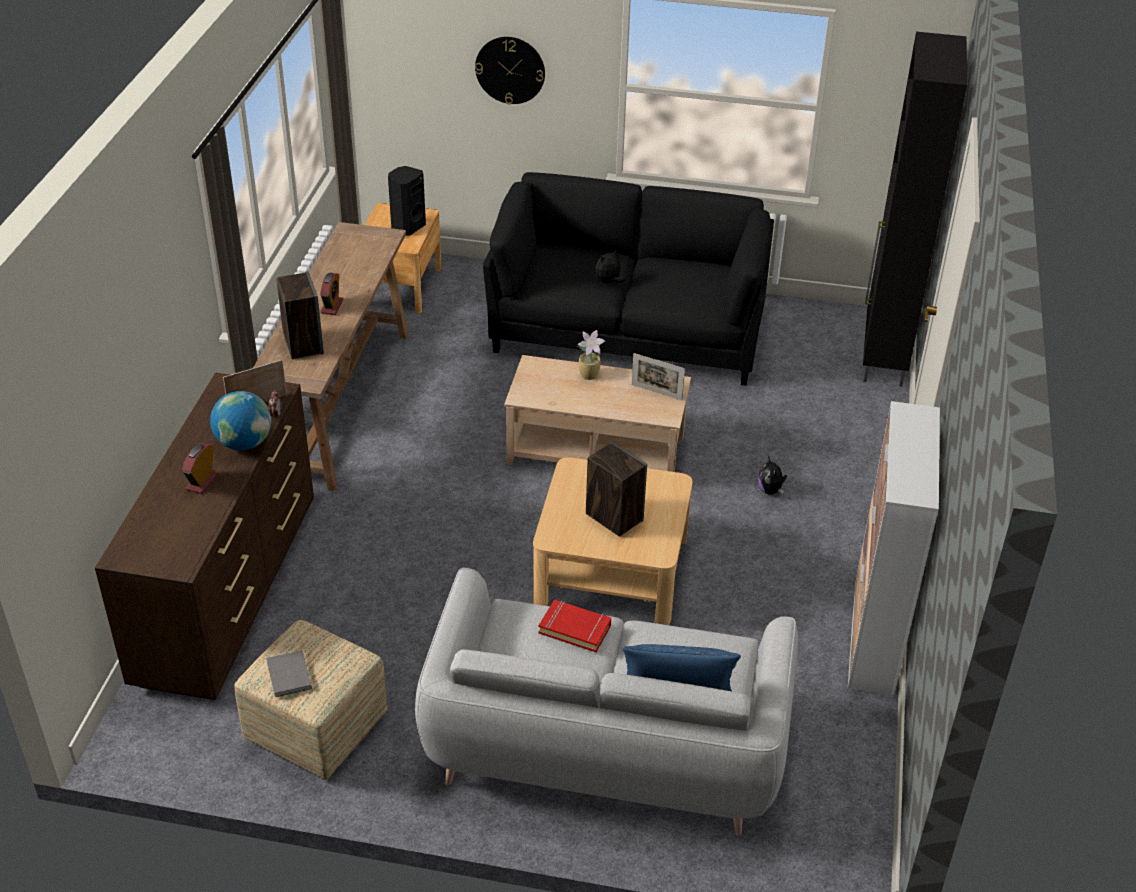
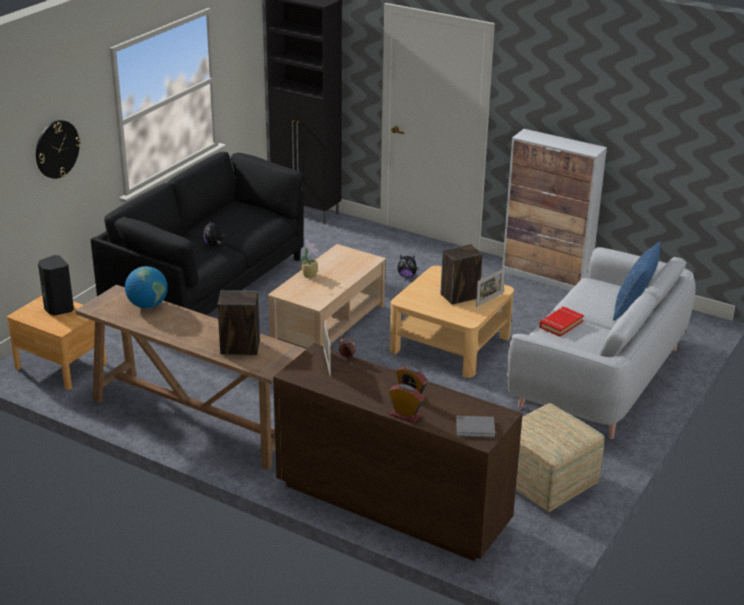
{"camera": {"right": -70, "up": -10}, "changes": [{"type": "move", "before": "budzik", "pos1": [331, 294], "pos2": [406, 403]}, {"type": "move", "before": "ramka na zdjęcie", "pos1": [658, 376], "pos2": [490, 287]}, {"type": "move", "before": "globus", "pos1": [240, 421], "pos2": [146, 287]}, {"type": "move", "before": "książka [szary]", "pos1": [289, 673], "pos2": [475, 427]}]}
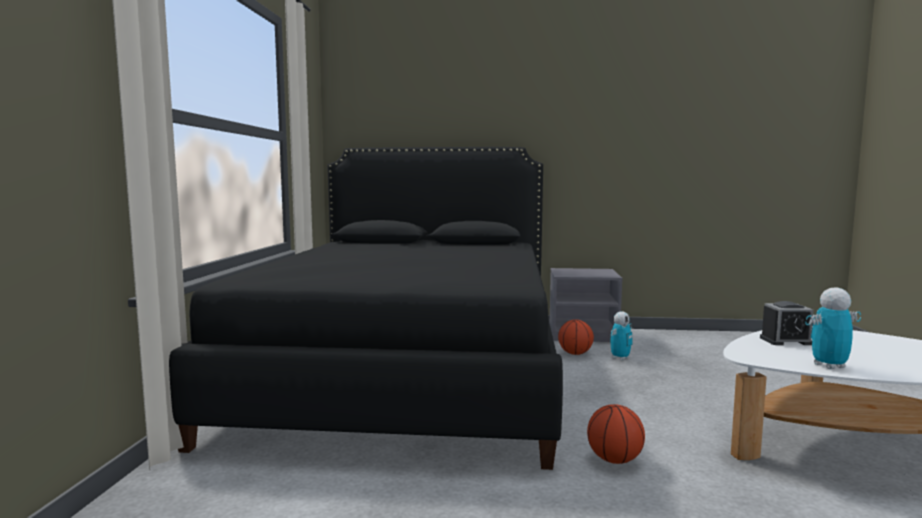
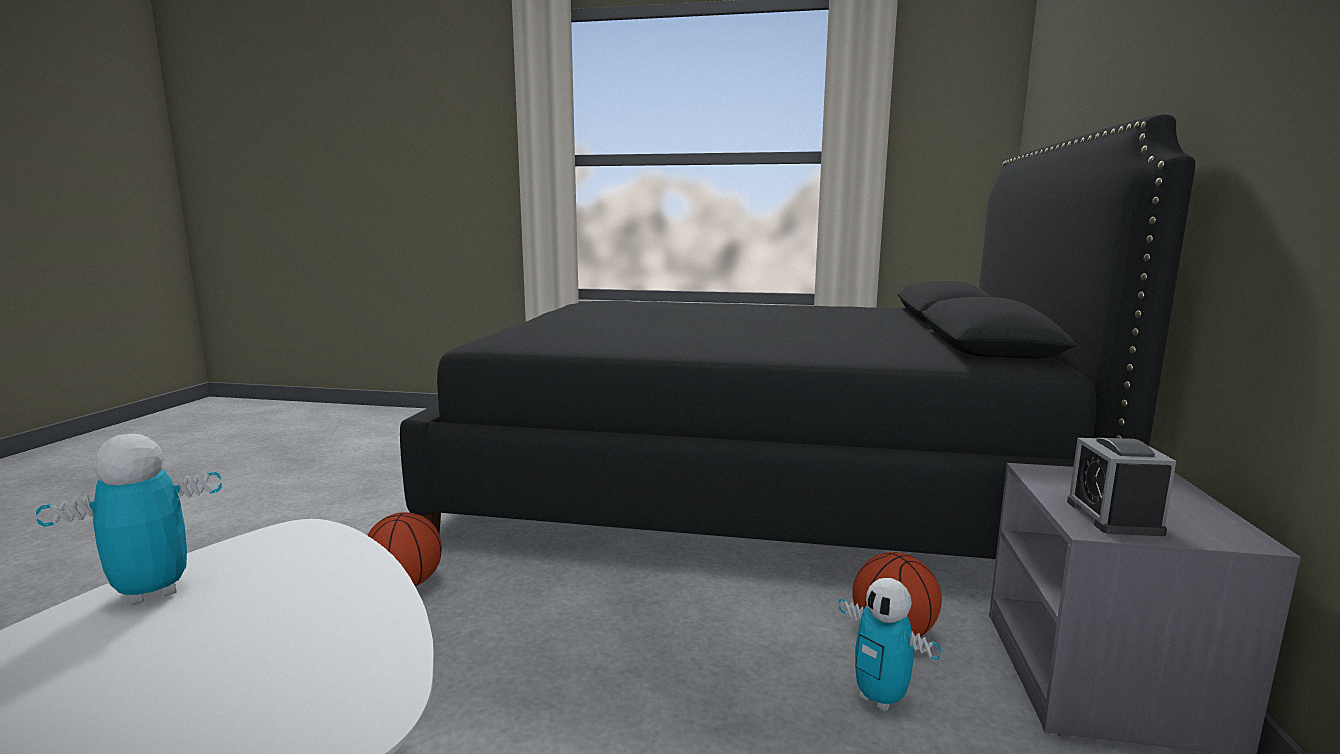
{"camera": {"right": 95, "up": 5}, "changes": [{"type": "rotate", "before": "robot zabawkowy", "pos1": [833, 328], "pos2": [129, 519], "turn": -120}, {"type": "move", "before": "budzik", "pos1": [786, 323], "pos2": [1121, 487]}]}
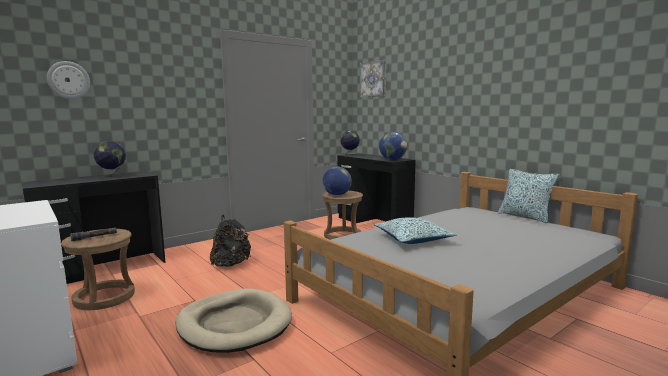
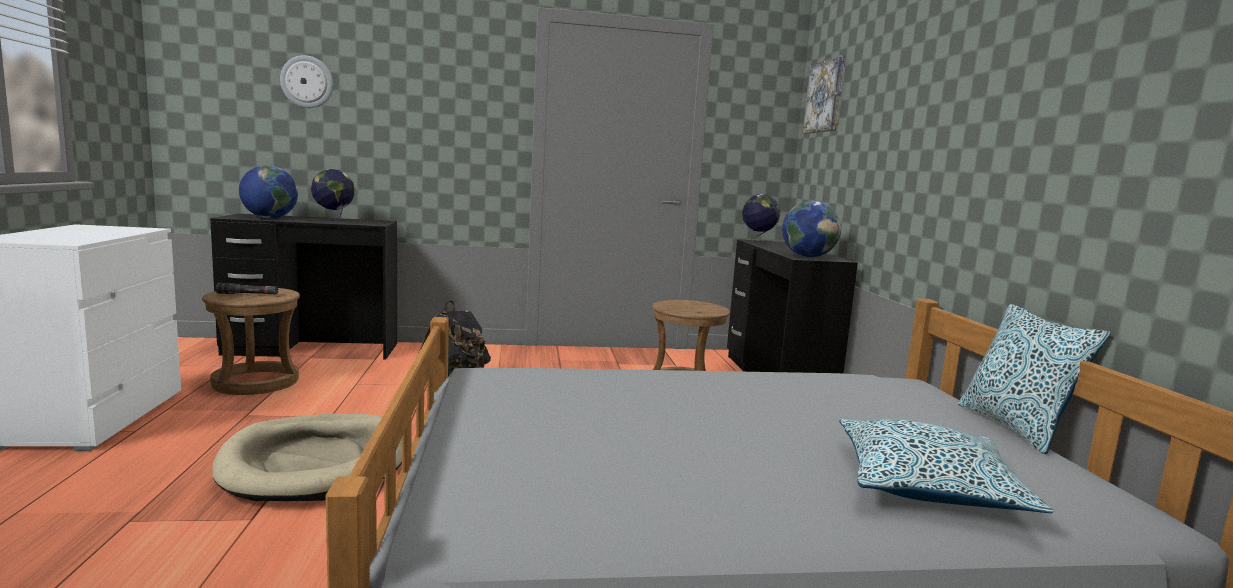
{"camera": {"right": 30, "up": 0}, "changes": [{"type": "move", "before": "globus", "pos1": [337, 181], "pos2": [268, 191]}, {"type": "move", "before": "poduszka", "pos1": [415, 231], "pos2": [946, 466]}]}
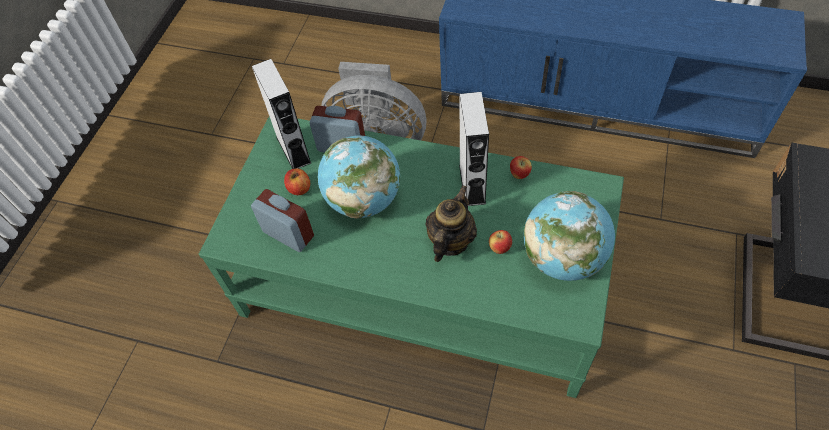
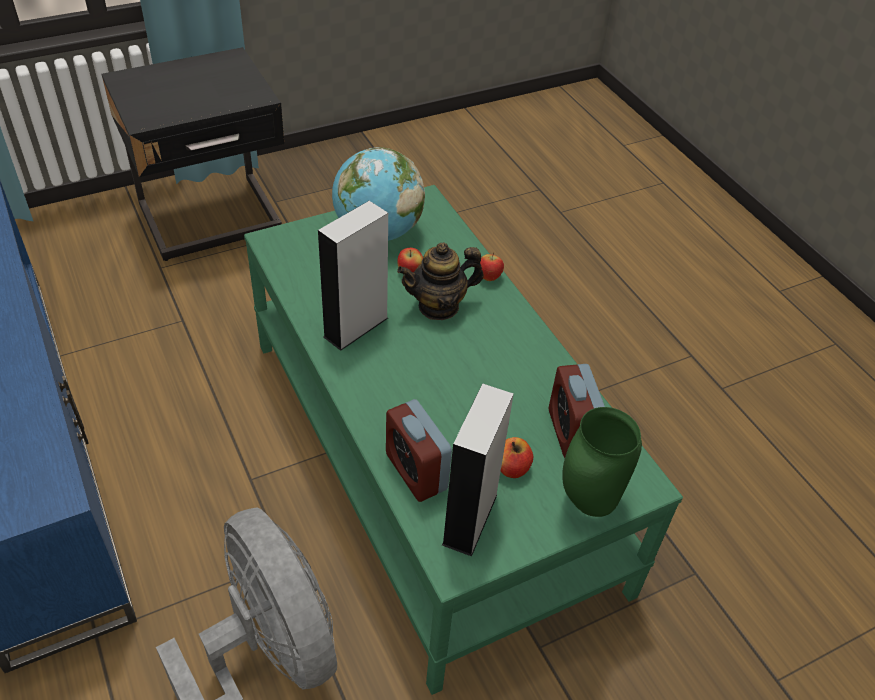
{"camera": {"right": -140, "up": -10}, "changes": [{"type": "delete", "before": "globus", "pos1": [358, 177]}, {"type": "move", "before": "jabłko", "pos1": [521, 167], "pos2": [492, 266]}, {"type": "insert", "after": "wazon [zielony]", "pos2": [602, 462]}]}
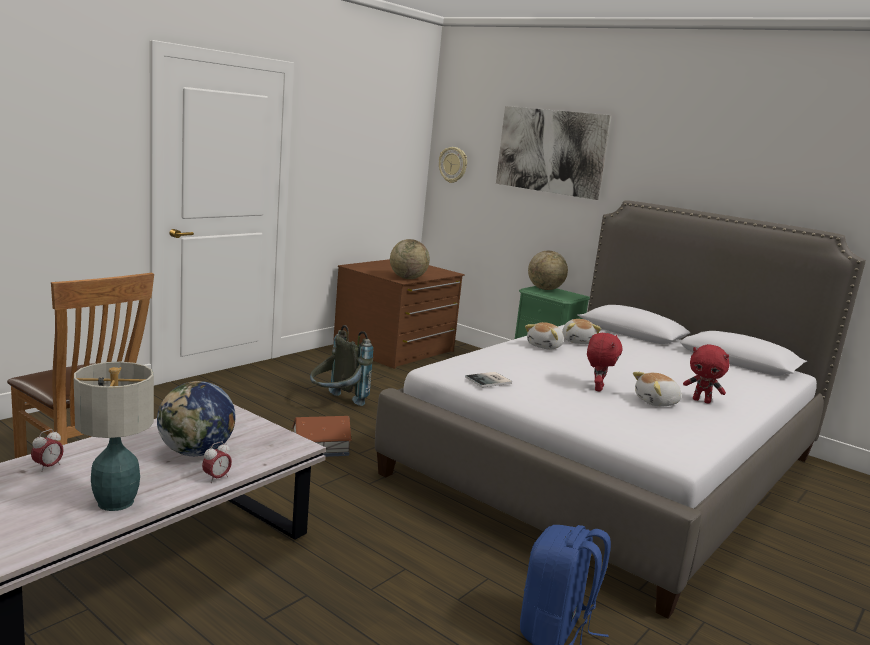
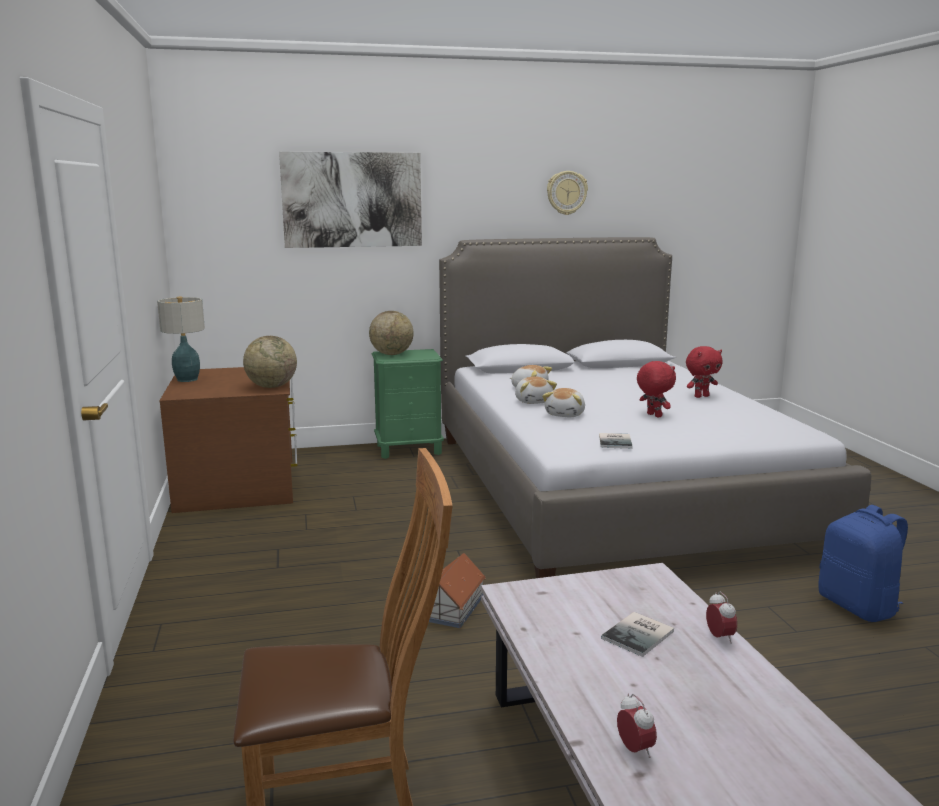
{"camera": {"right": -50, "up": 0}, "changes": [{"type": "move", "before": "zegar ścienny", "pos1": [453, 165], "pos2": [567, 193]}, {"type": "delete", "before": "plecak [szary]", "pos1": [341, 365]}, {"type": "move", "before": "lampa stołowa", "pos1": [114, 436], "pos2": [181, 339]}, {"type": "move", "before": "pluszak", "pos1": [657, 389], "pos2": [563, 402]}, {"type": "replace", "before": "globus", "after": "książka", "pos1": [196, 418], "pos2": [637, 634]}]}
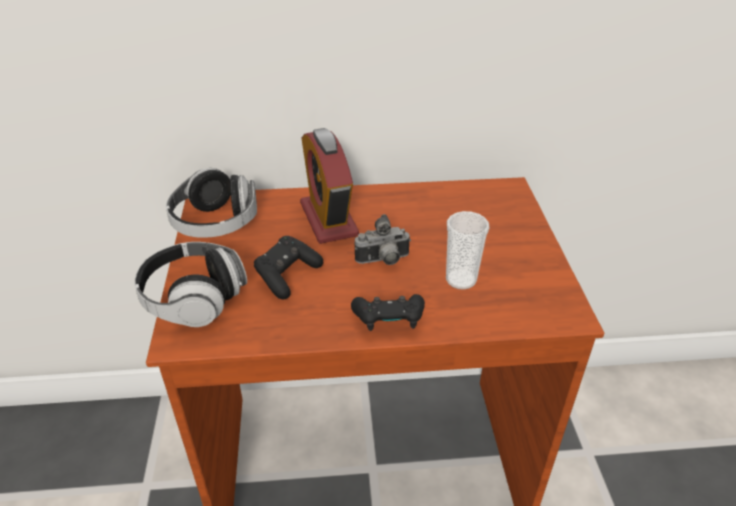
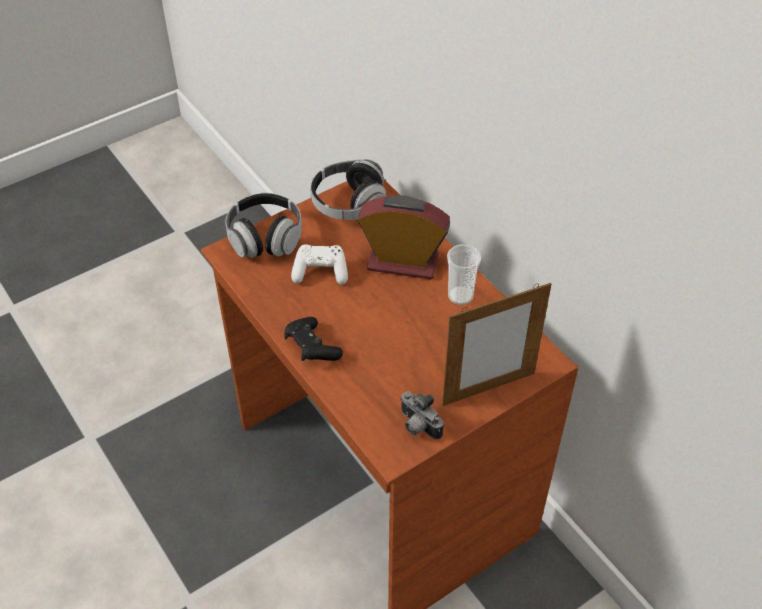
{"camera": {"right": 60, "up": 10}, "changes": [{"type": "rotate", "before": "budzik", "pos1": [329, 186], "pos2": [404, 237], "turn": 60}, {"type": "move", "before": "filiżanka", "pos1": [467, 250], "pos2": [464, 274]}, {"type": "move", "before": "aparat fotograficzny", "pos1": [383, 239], "pos2": [422, 415]}, {"type": "recolor", "before": "pad do gier [czarny]", "after": "pad do gier [biały]", "pos1": [288, 267], "pos2": [319, 264]}, {"type": "insert", "after": "ramka na zdjęcie", "pos2": [496, 344]}]}
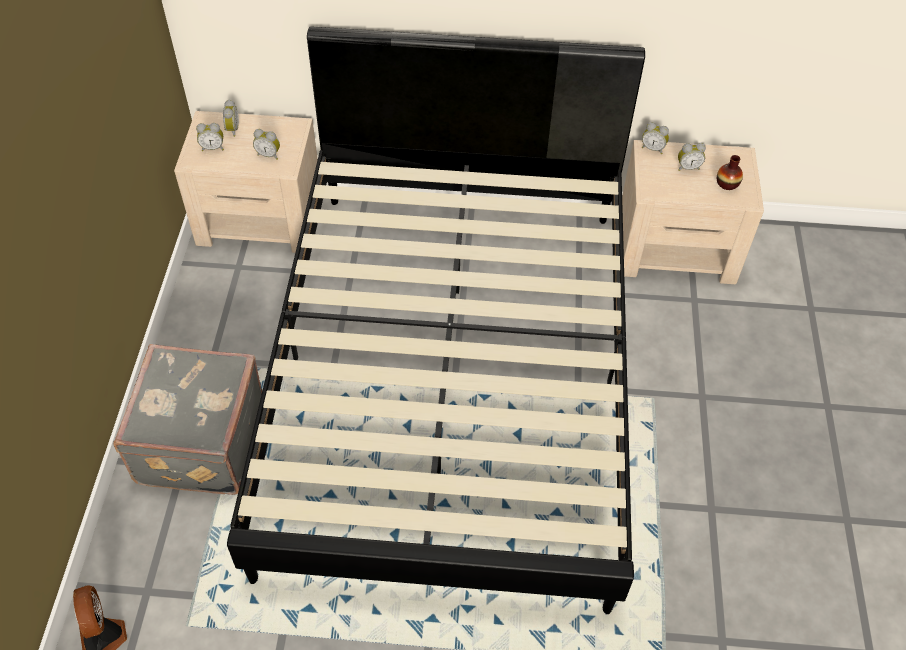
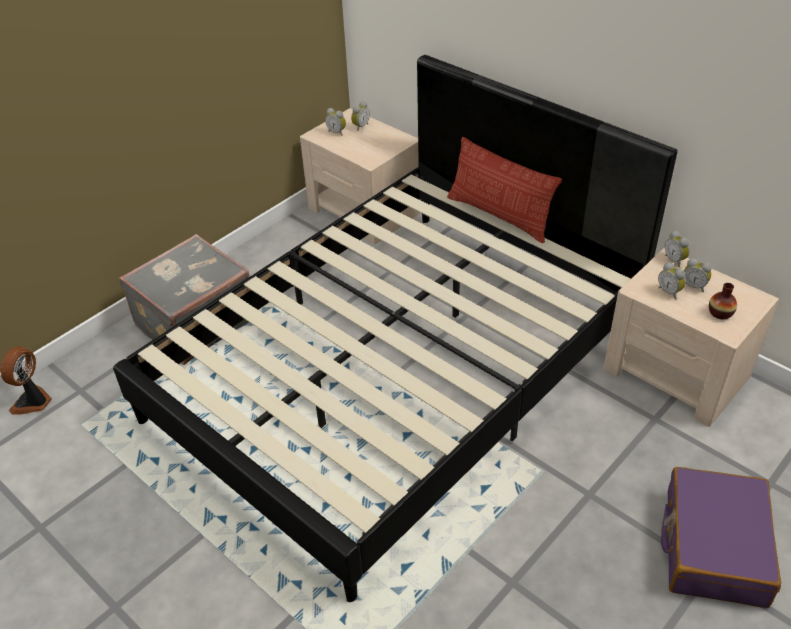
{"camera": {"right": 40, "up": -10}, "changes": [{"type": "move", "before": "budzik", "pos1": [266, 144], "pos2": [672, 280]}, {"type": "insert", "after": "poduszka", "pos2": [504, 190]}, {"type": "insert", "after": "walizka [fioletowy]", "pos2": [721, 537]}]}
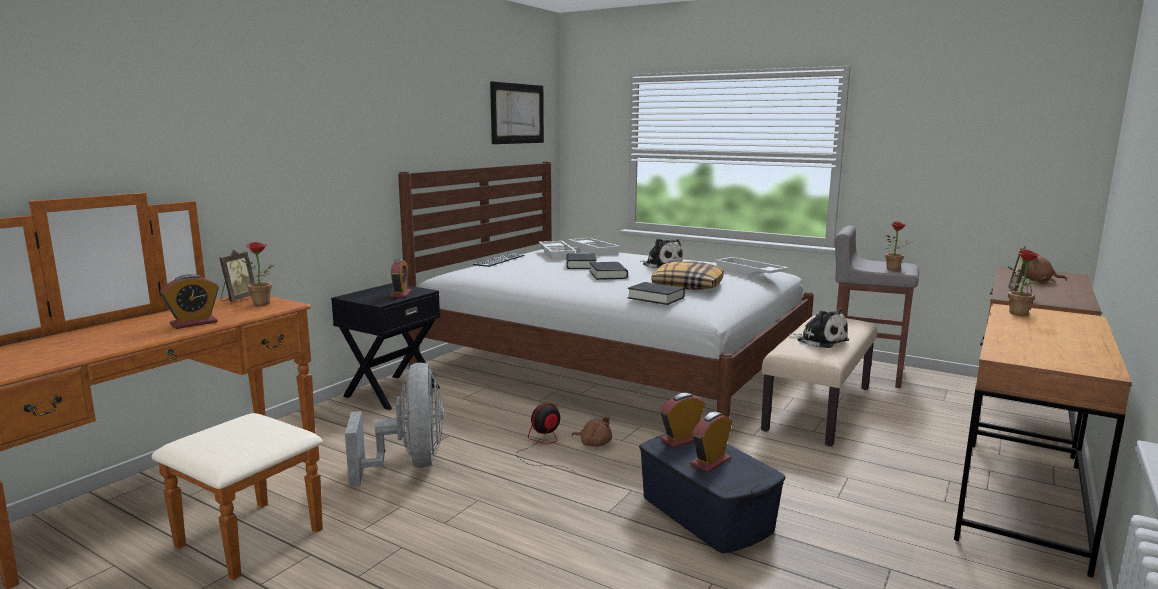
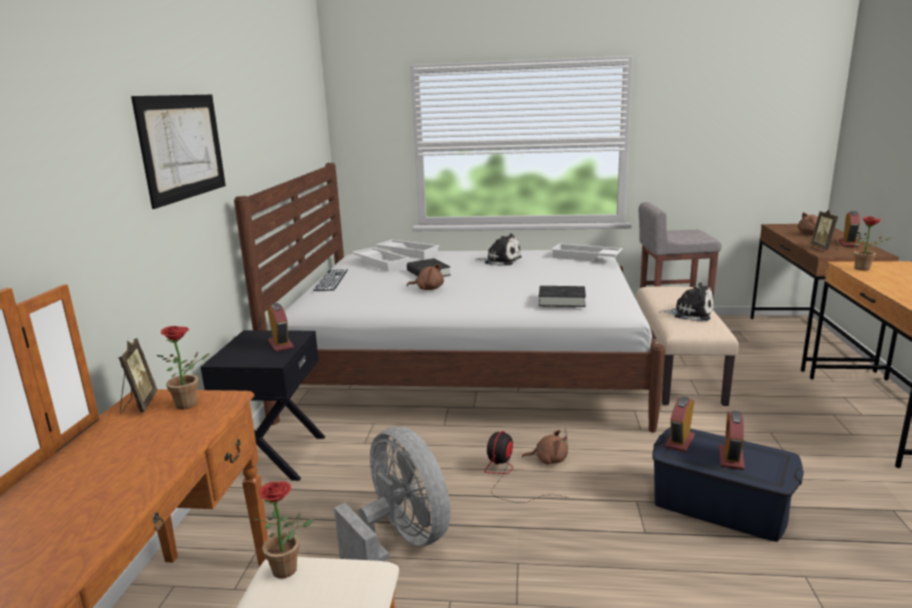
{"camera": {"right": -25, "up": 5}, "changes": [{"type": "move", "before": "obraz", "pos1": [517, 112], "pos2": [178, 152]}, {"type": "move", "before": "roślina doniczkowa", "pos1": [900, 246], "pos2": [283, 530]}, {"type": "delete", "before": "poduszka", "pos1": [687, 275]}, {"type": "delete", "before": "książka [czarny]", "pos1": [608, 271]}, {"type": "move", "before": "budzik", "pos1": [189, 301], "pos2": [849, 229]}, {"type": "insert", "after": "pluszak [brązowy]", "pos2": [425, 277]}]}
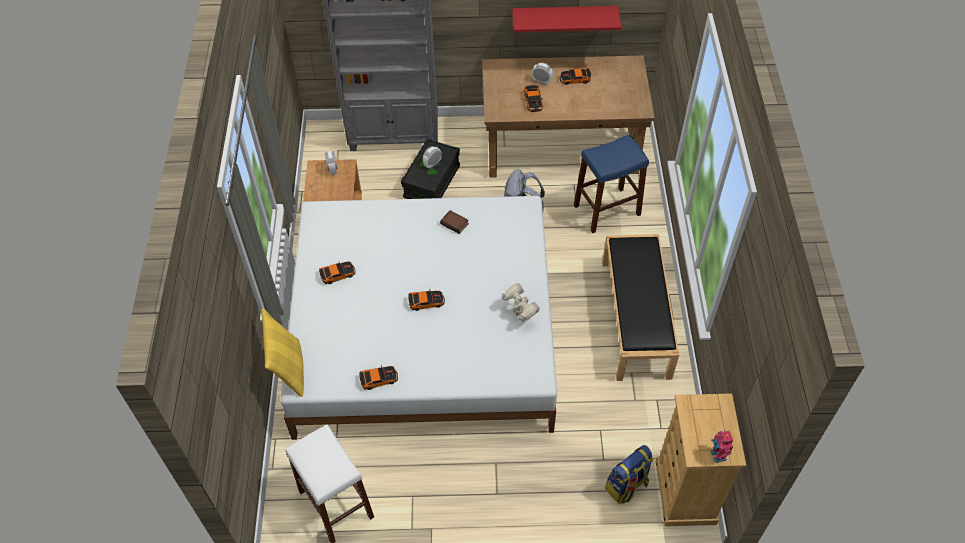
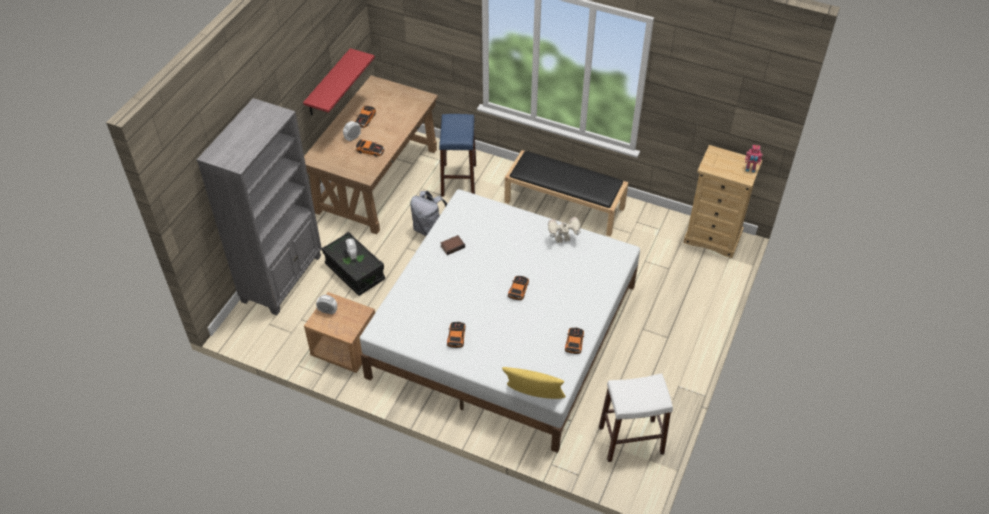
{"camera": {"right": -65, "up": -5}, "changes": [{"type": "delete", "before": "plecak", "pos1": [629, 474]}]}
